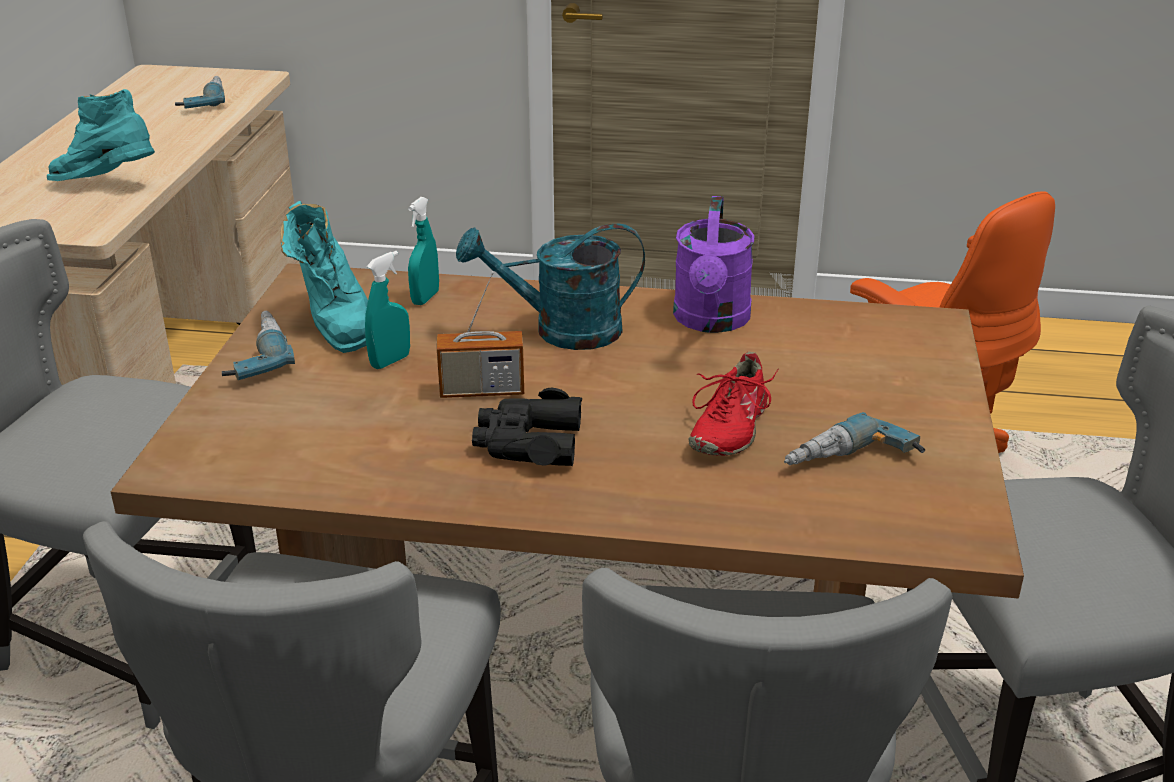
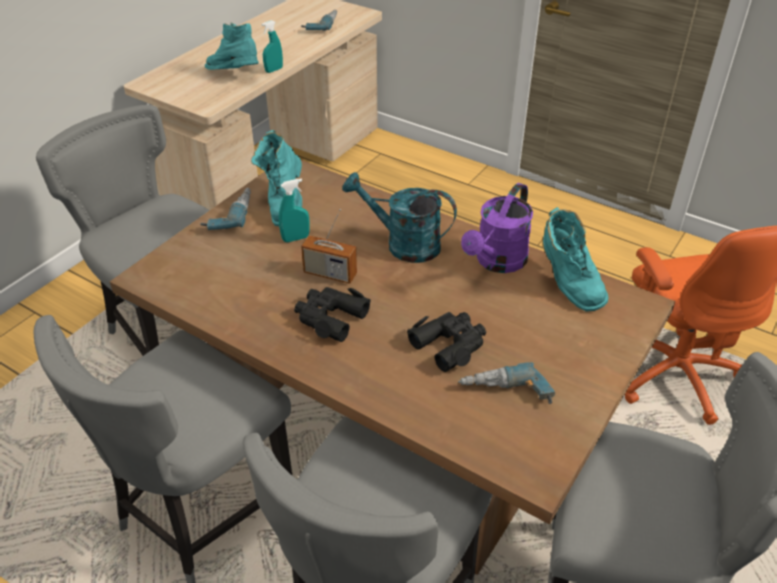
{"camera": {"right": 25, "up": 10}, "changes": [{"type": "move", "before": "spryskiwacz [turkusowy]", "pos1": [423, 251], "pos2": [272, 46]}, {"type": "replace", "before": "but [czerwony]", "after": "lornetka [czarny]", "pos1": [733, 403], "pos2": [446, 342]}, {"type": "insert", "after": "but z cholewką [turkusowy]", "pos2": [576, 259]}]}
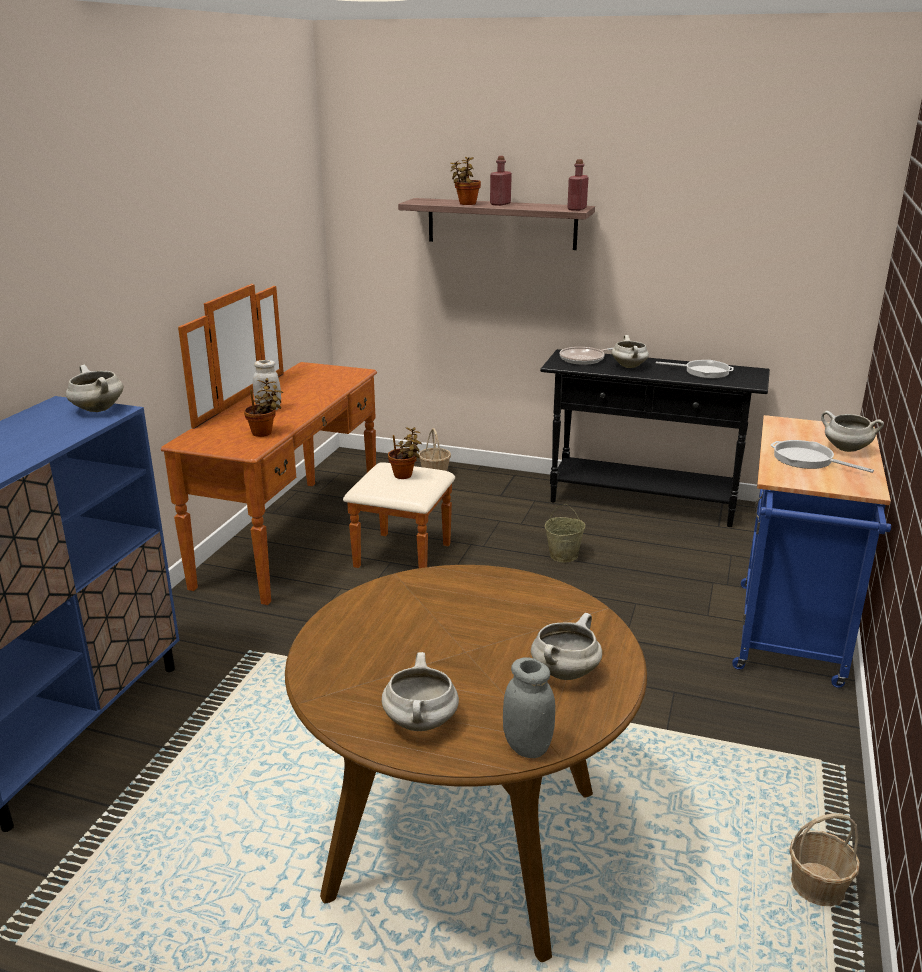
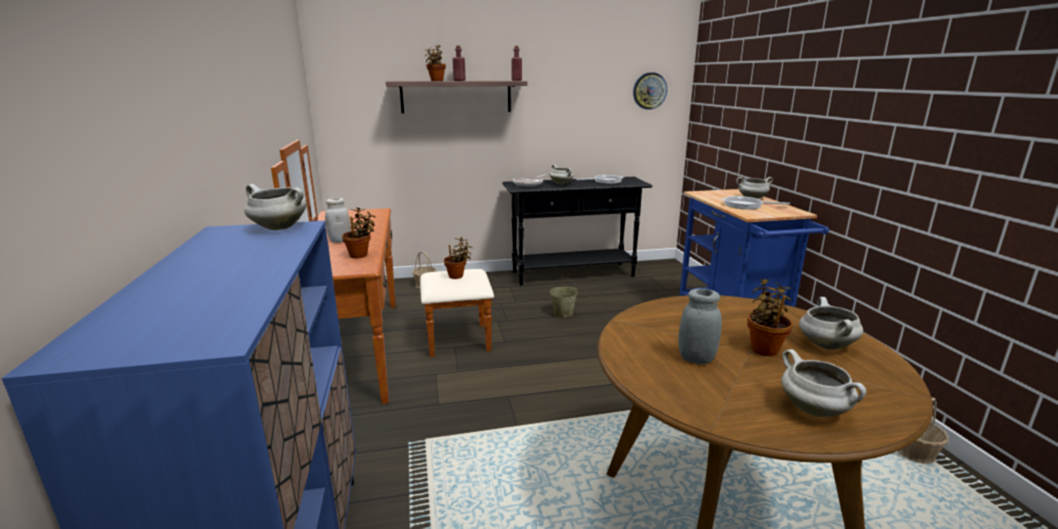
{"camera": {"right": -30, "up": -5}, "changes": [{"type": "move", "before": "słoik [szary]", "pos1": [529, 707], "pos2": [700, 326]}, {"type": "insert", "after": "zegar ścienny", "pos2": [650, 91]}, {"type": "insert", "after": "roślina doniczkowa", "pos2": [770, 317]}]}
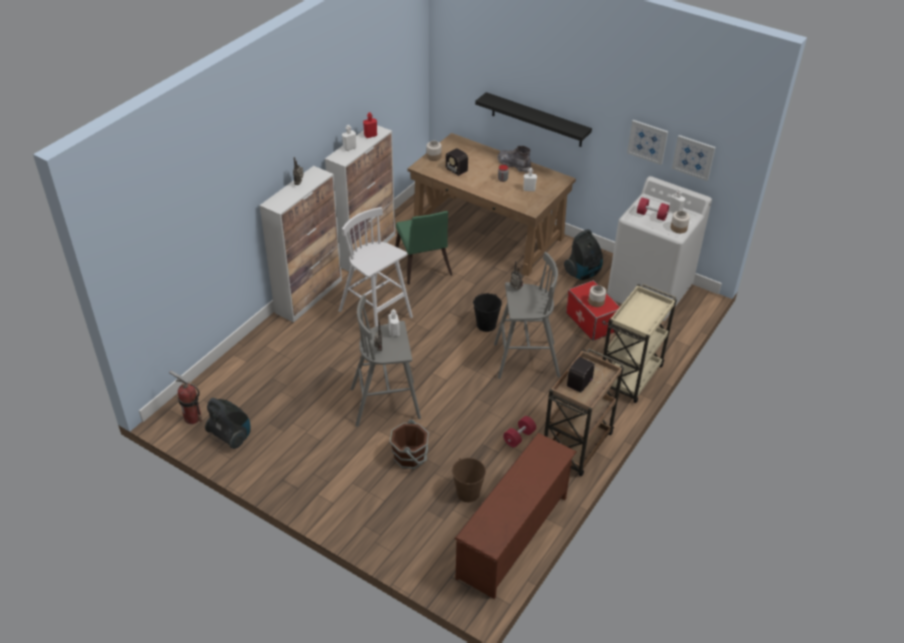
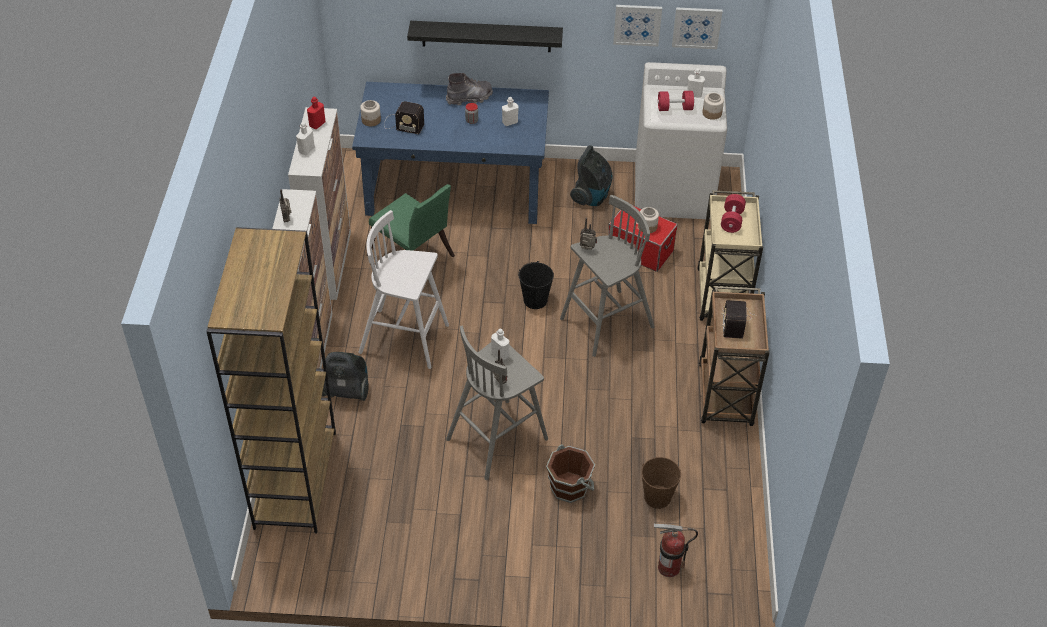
{"camera": {"right": -30, "up": 5}, "changes": [{"type": "recolor", "before": "biurko [brązowy]", "after": "biurko [niebieski]", "pos1": [492, 204], "pos2": [450, 153]}, {"type": "rotate", "before": "but z cholewką [szary]", "pos1": [514, 159], "pos2": [469, 89], "turn": 150}, {"type": "move", "before": "gaśnica", "pos1": [185, 397], "pos2": [676, 550]}, {"type": "move", "before": "odkurzacz", "pos1": [228, 423], "pos2": [345, 376]}, {"type": "move", "before": "hantel [czerwony]", "pos1": [519, 431], "pos2": [733, 213]}, {"type": "delete", "before": "regał na buty [brązowy]", "pos1": [515, 516]}, {"type": "insert", "after": "regał [brązowy]", "pos2": [271, 380]}]}
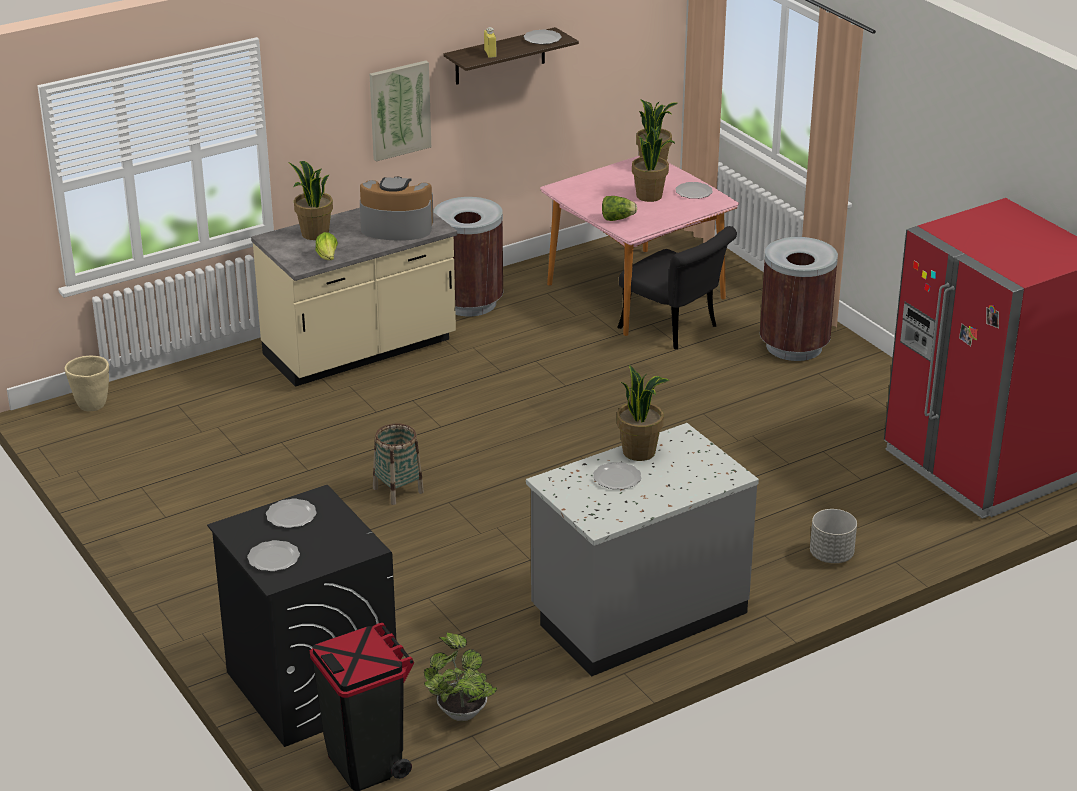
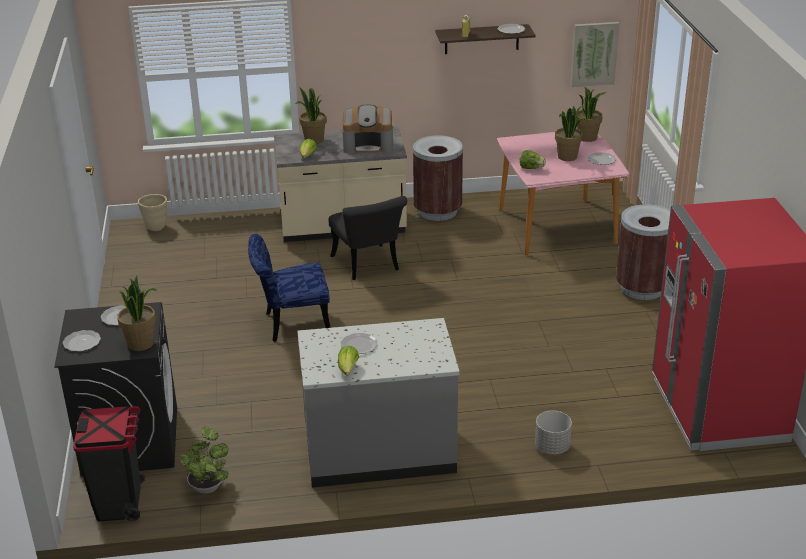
{"camera": {"right": 25, "up": 0}, "changes": [{"type": "move", "before": "obraz", "pos1": [400, 111], "pos2": [595, 54]}, {"type": "rotate", "before": "ekspres do kawy", "pos1": [397, 209], "pos2": [367, 129], "turn": 150}, {"type": "move", "before": "krzesło [czarny]", "pos1": [677, 287], "pos2": [368, 238]}, {"type": "move", "before": "roślina doniczkowa", "pos1": [643, 413], "pos2": [137, 313]}, {"type": "replace", "before": "koszyk", "after": "krzesło [niebieski]", "pos1": [398, 464], "pos2": [289, 288]}, {"type": "insert", "after": "sałata", "pos2": [348, 360]}]}
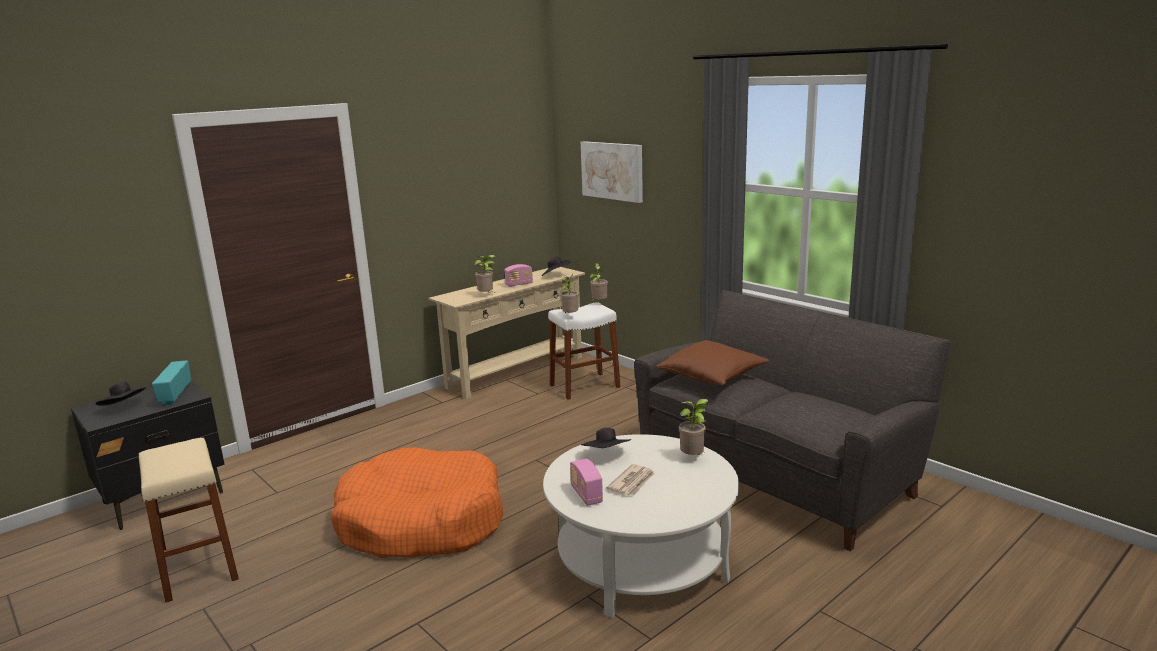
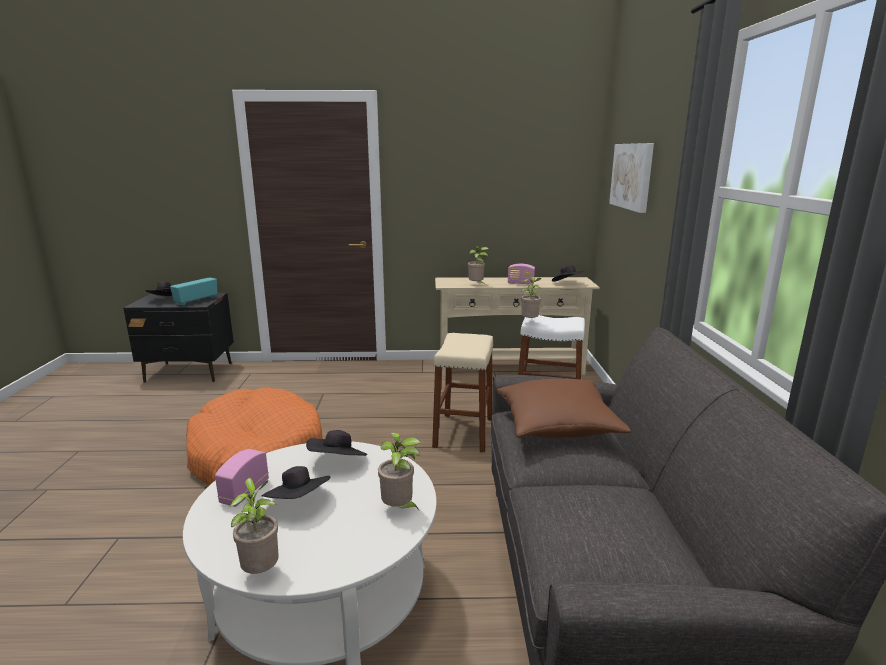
{"camera": {"right": 40, "up": 0}, "changes": [{"type": "move", "before": "roślina doniczkowa", "pos1": [598, 282], "pos2": [254, 526]}, {"type": "move", "before": "stołek [beżowy]", "pos1": [189, 520], "pos2": [463, 393]}, {"type": "replace", "before": "gazeta", "after": "kapelusz [czarny]", "pos1": [631, 479], "pos2": [295, 482]}]}
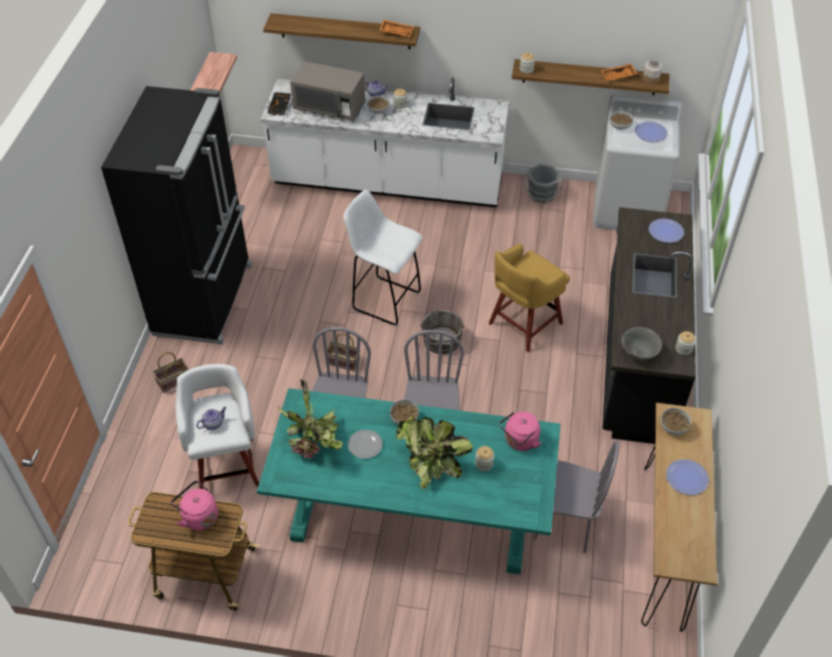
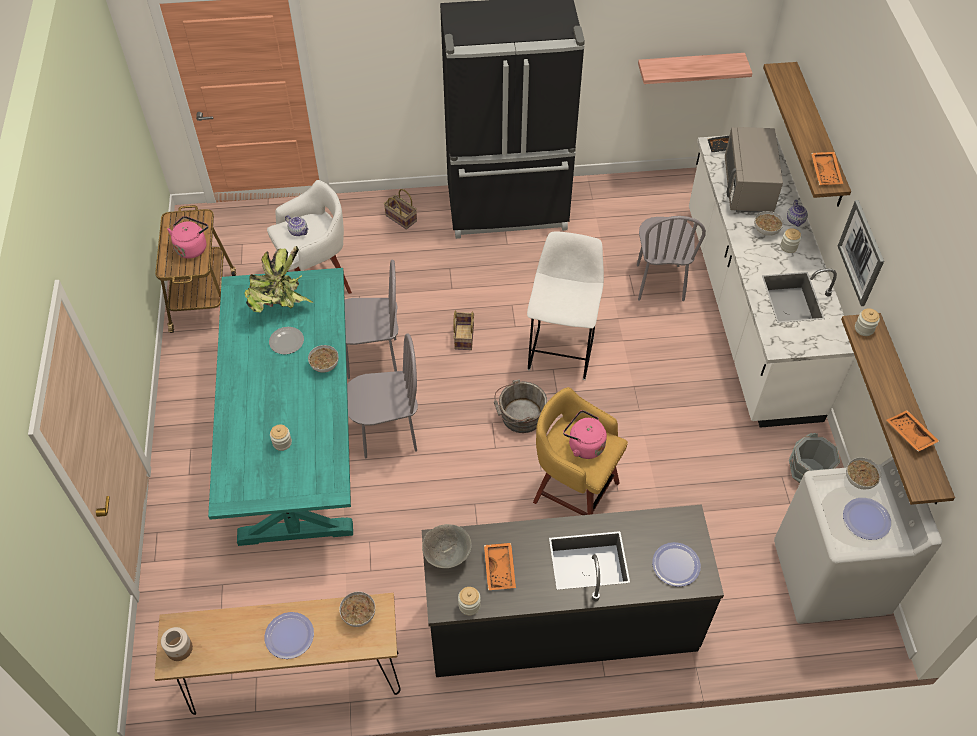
{"camera": {"right": 75, "up": 5}, "changes": [{"type": "move", "before": "słoik", "pos1": [652, 72], "pos2": [177, 644]}, {"type": "move", "before": "czajnik [różowy]", "pos1": [520, 431], "pos2": [585, 434]}, {"type": "delete", "before": "roślina doniczkowa", "pos1": [434, 453]}, {"type": "move", "before": "krzesło [szary]", "pos1": [577, 497], "pos2": [671, 258]}, {"type": "insert", "after": "obraz", "pos2": [861, 253]}, {"type": "insert", "after": "taca [pomarańczowy]", "pos2": [500, 566]}]}
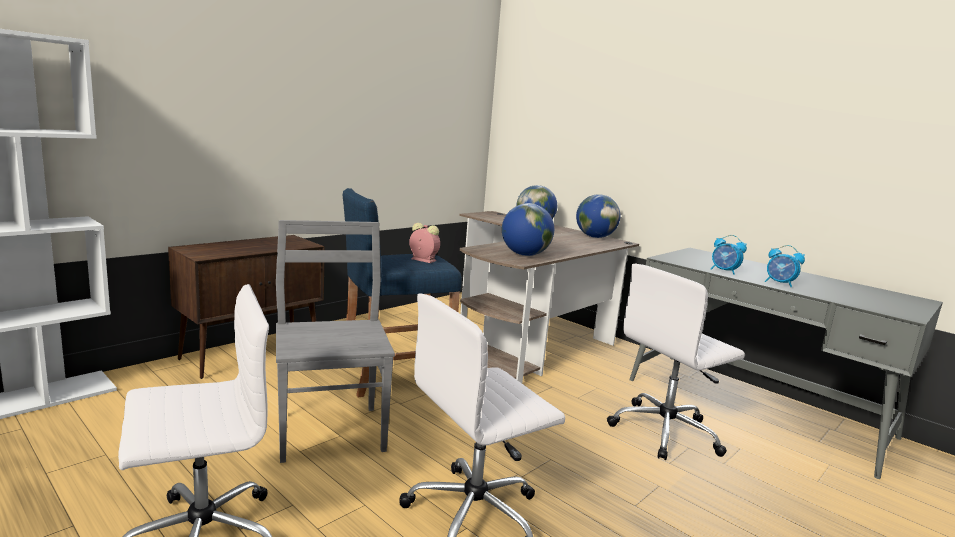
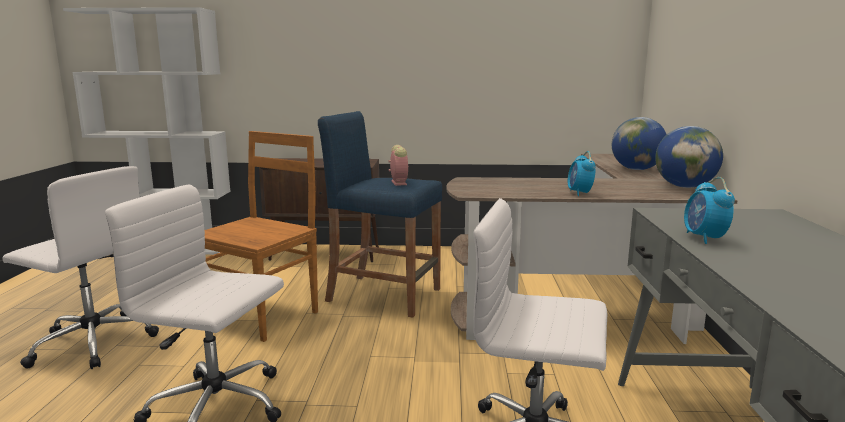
{"camera": {"right": 50, "up": 0}, "changes": [{"type": "delete", "before": "globus", "pos1": [528, 229]}, {"type": "recolor", "before": "krzesło [szary]", "after": "krzesło [brązowy]", "pos1": [335, 341], "pos2": [261, 236]}, {"type": "move", "before": "budzik", "pos1": [785, 266], "pos2": [582, 173]}]}
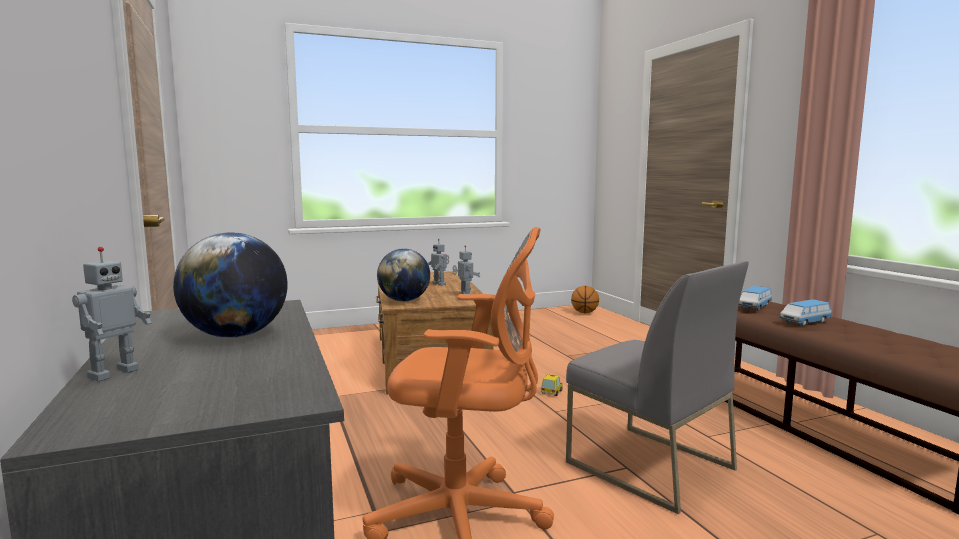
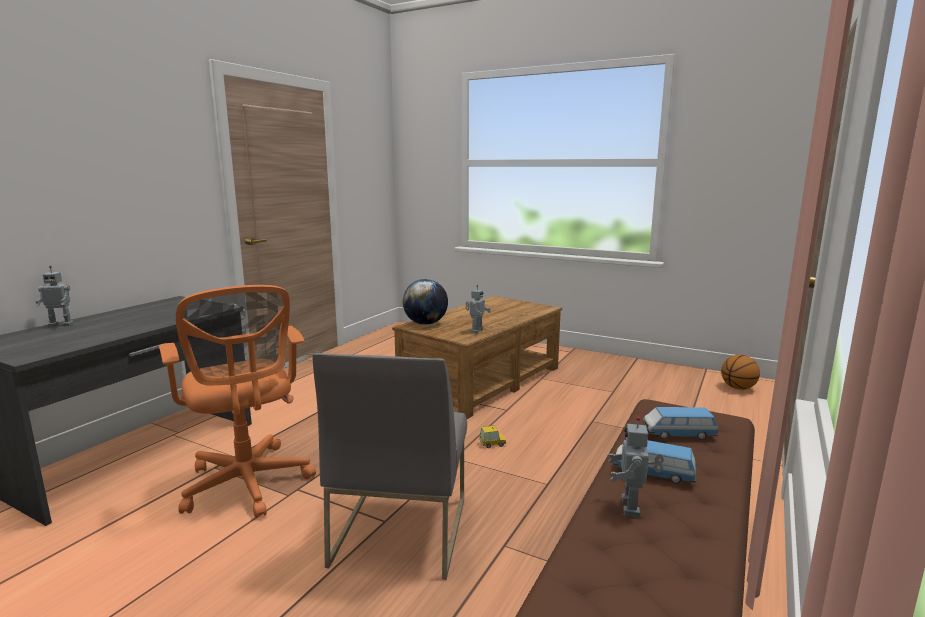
{"camera": {"right": 50, "up": 5}, "changes": [{"type": "delete", "before": "globus", "pos1": [230, 285]}, {"type": "move", "before": "robot zabawkowy", "pos1": [438, 262], "pos2": [636, 467]}]}
